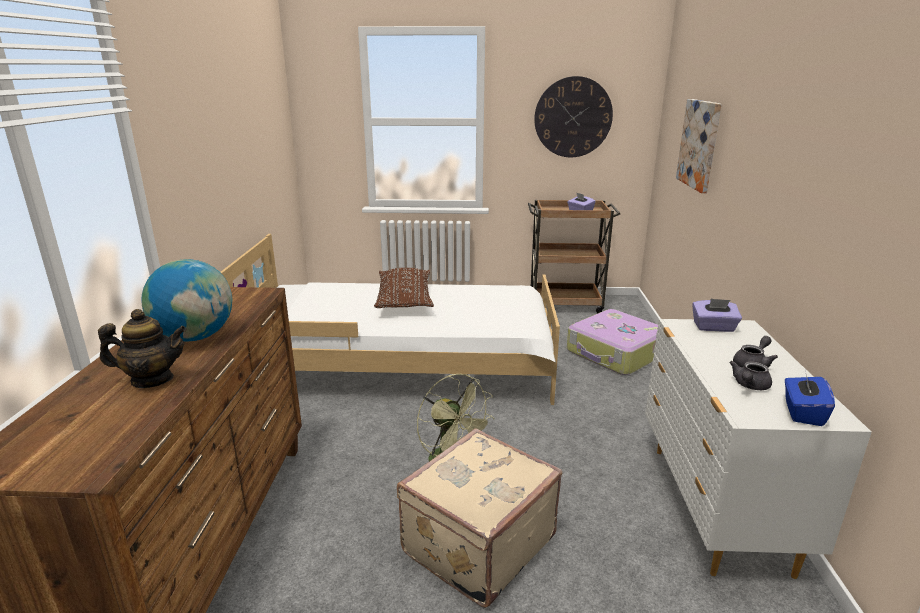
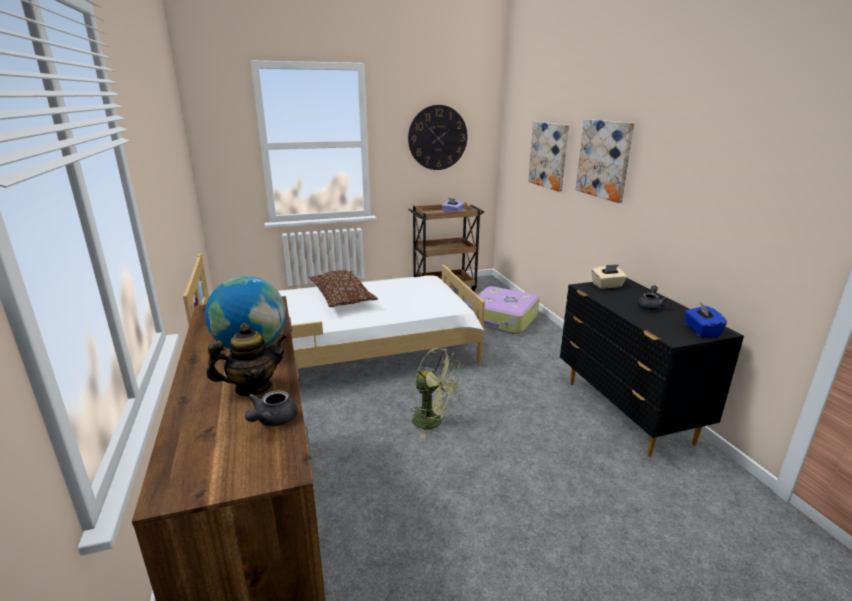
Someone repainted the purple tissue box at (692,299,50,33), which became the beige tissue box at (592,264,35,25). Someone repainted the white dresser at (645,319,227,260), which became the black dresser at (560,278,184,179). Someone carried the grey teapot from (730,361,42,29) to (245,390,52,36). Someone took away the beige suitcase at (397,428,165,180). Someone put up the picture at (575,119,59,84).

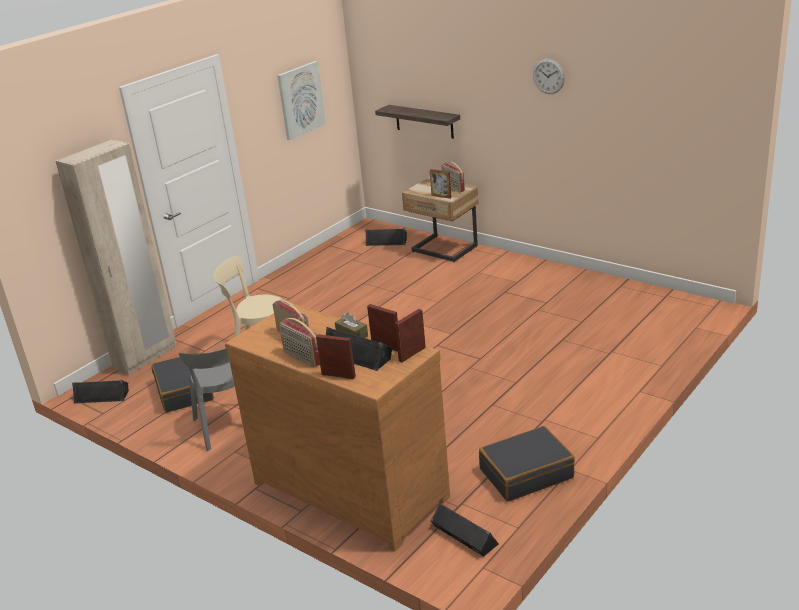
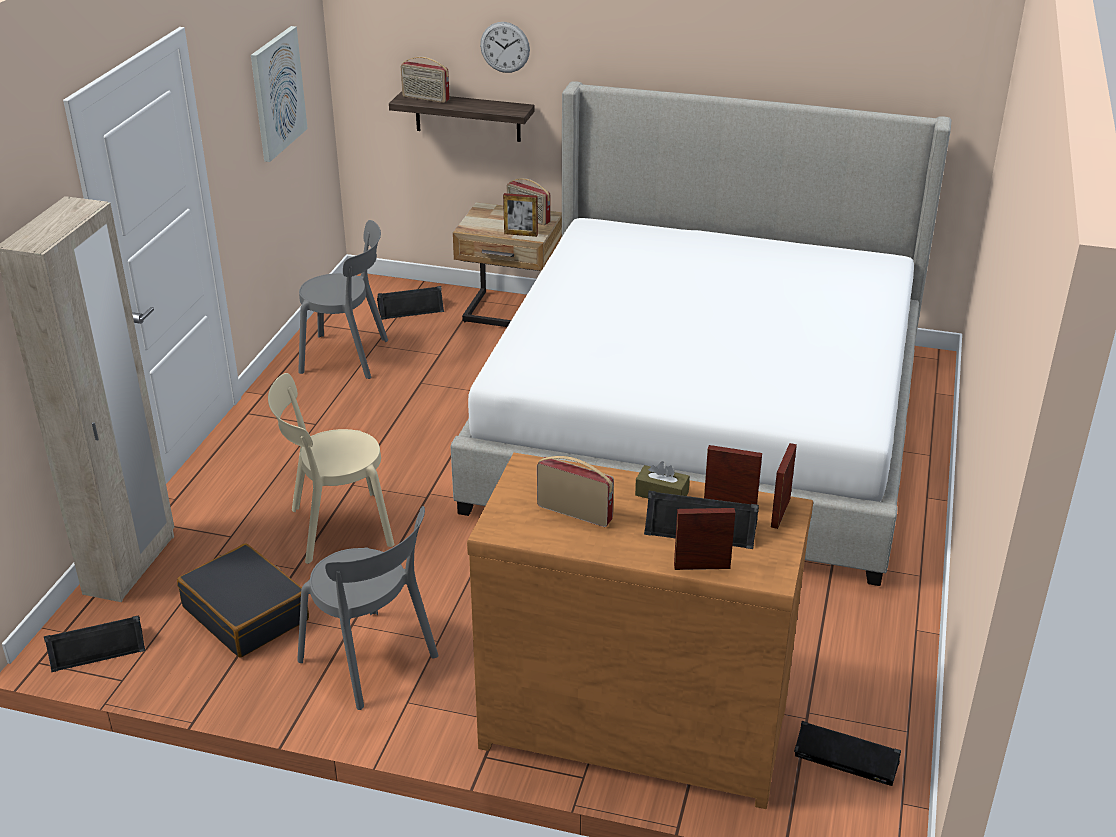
Someone carried the wall clock from (533,59,32,35) to (480,22,50,51). Someone carried the radio from (279,318,41,49) to (400,57,50,46). Someone took away the black suitcase at (479,426,96,76). Someone put down the bed at (451,81,500,505). Someone put down the grey chair at (298,220,90,159).

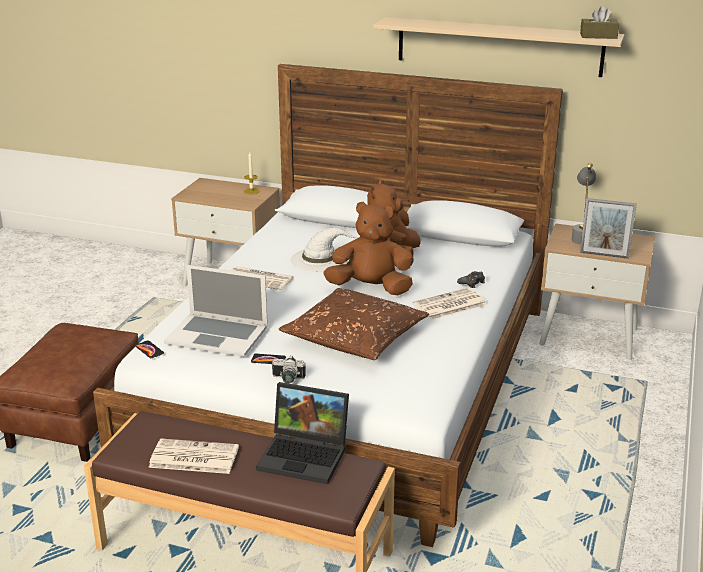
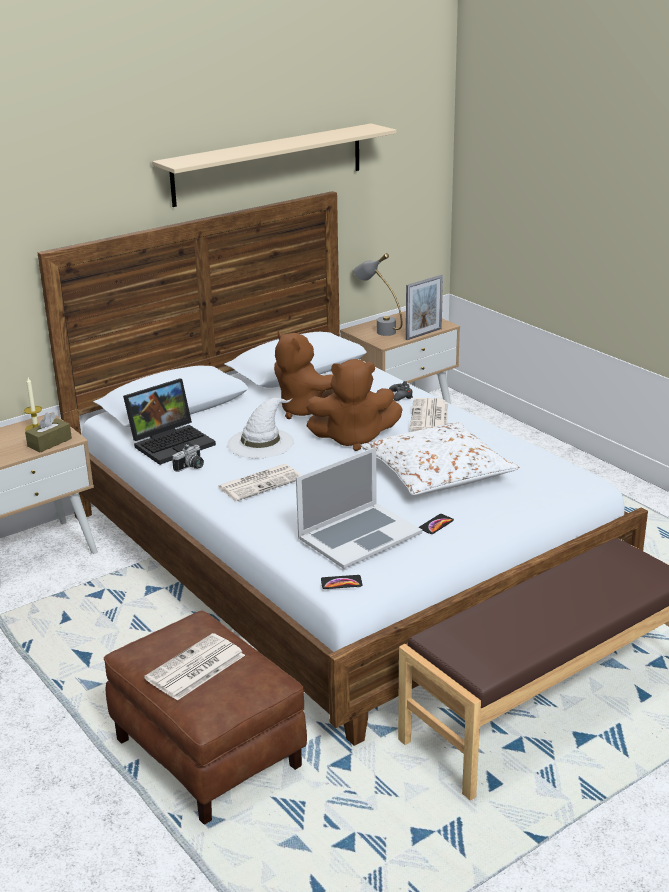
Someone carried the brown tissue box from (580,6,39,33) to (25,413,47,40). Someone rotated the brown plush toy at (323,202,91,93) by 135 degrees counterclockwise. Someone repainted the brown pillow at (279,288,150,72), which became the white pillow at (361,422,158,73). Someone carried the photo camera from (272,355,34,29) to (172,444,32,28). Someone carried the laptop from (256,382,93,102) to (123,378,93,87). Someone carried the newspaper from (149,438,90,36) to (144,633,101,67).

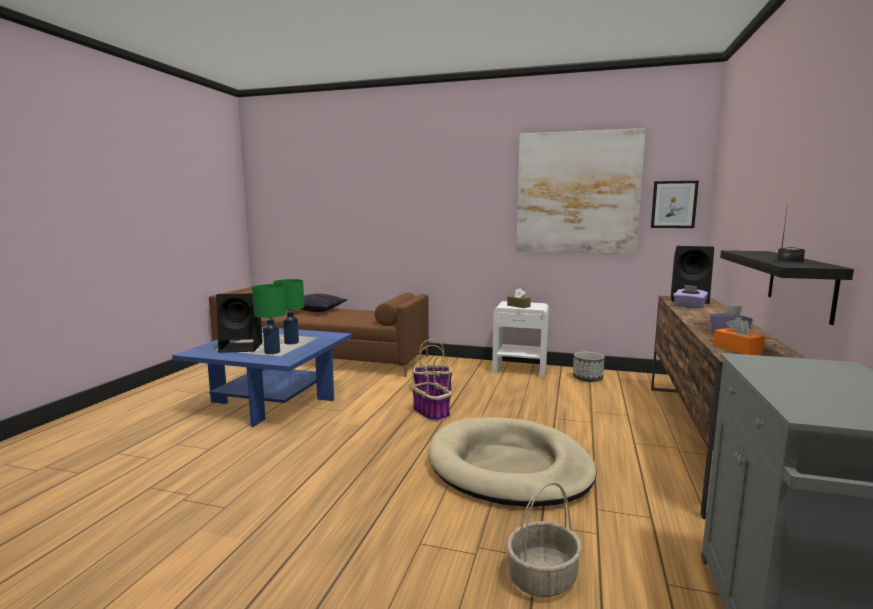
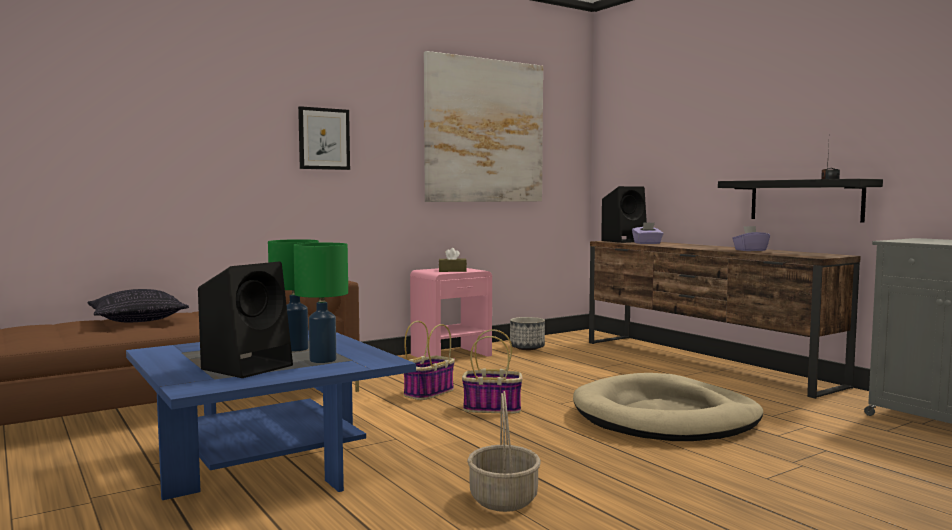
Someone carried the picture from (651,181,48,47) to (298,106,52,64). Someone repainted the white nightstand at (492,301,57,76), which became the pink nightstand at (410,268,82,89). Someone took away the orange tissue box at (713,317,52,38). Someone carried the basket from (507,482,75,115) to (467,391,74,121).

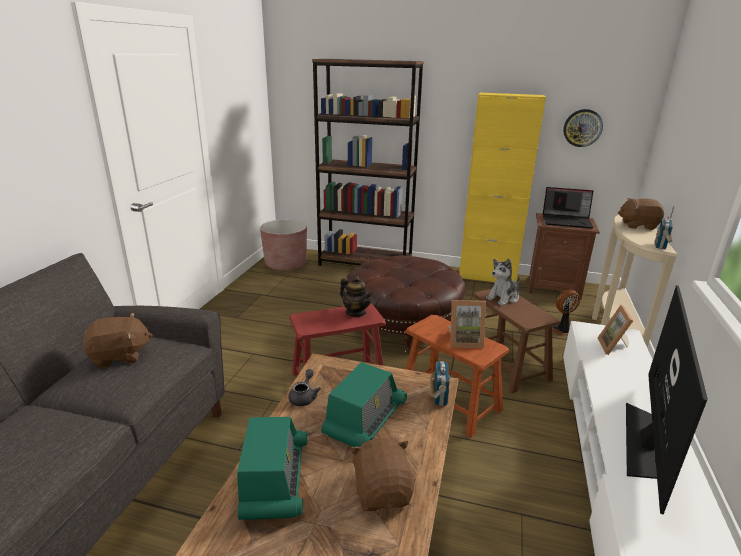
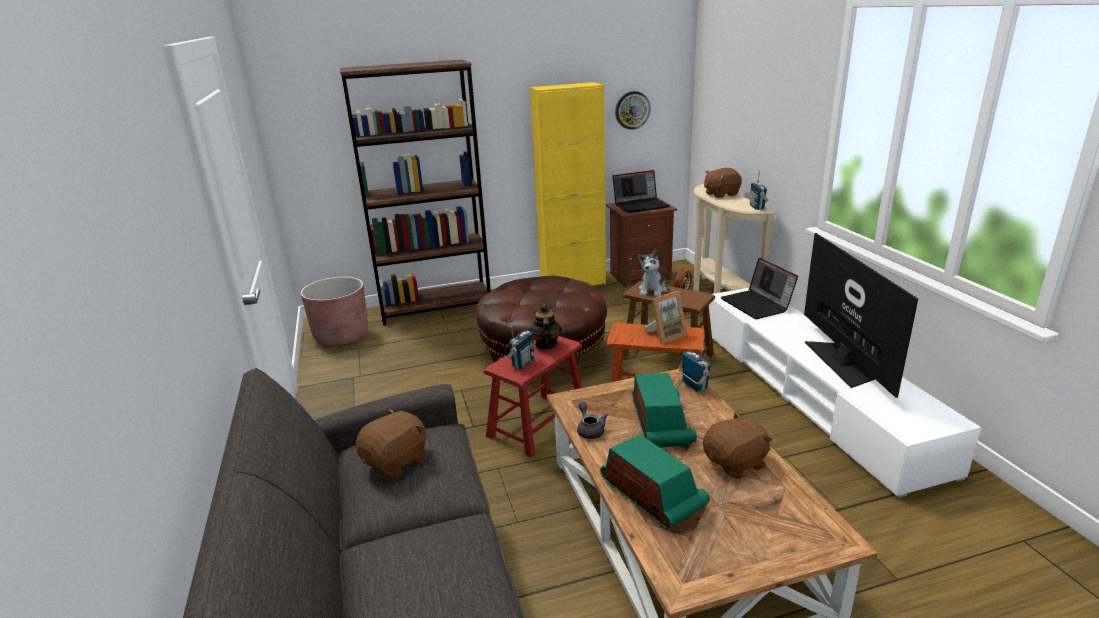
Someone rotated the teapot at (340,276,33,41) by 105 degrees counterclockwise. Someone swapped the picture frame at (598,305,35,50) for the laptop at (720,258,78,61). Someone rotated the brown plush toy at (350,438,64,73) by 105 degrees clockwise. Someone put down the radio at (507,326,28,43).

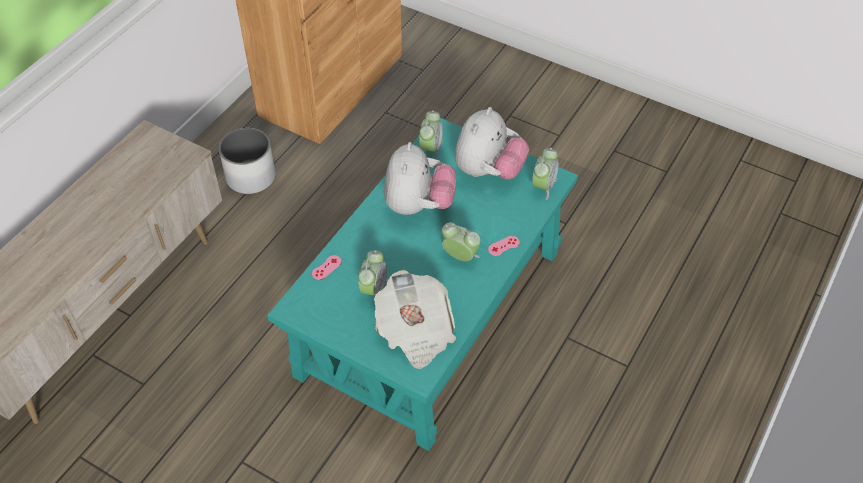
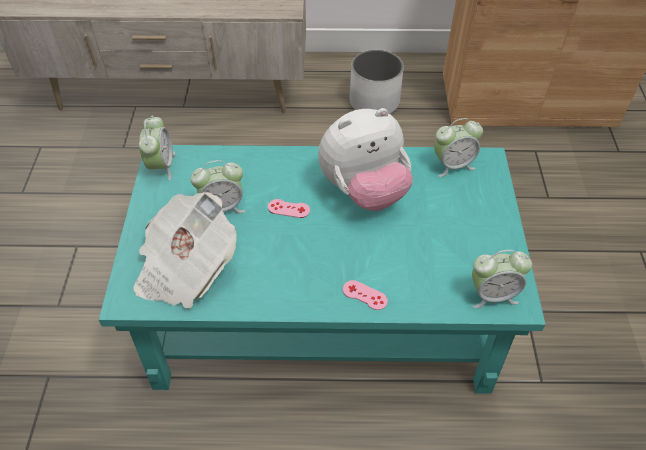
Someone took away the plush toy at (454,107,75,73). Someone carried the alarm clock from (442,222,38,39) to (139,116,37,64). Someone carried the pink game controller from (312,255,30,25) to (268,199,42,19).

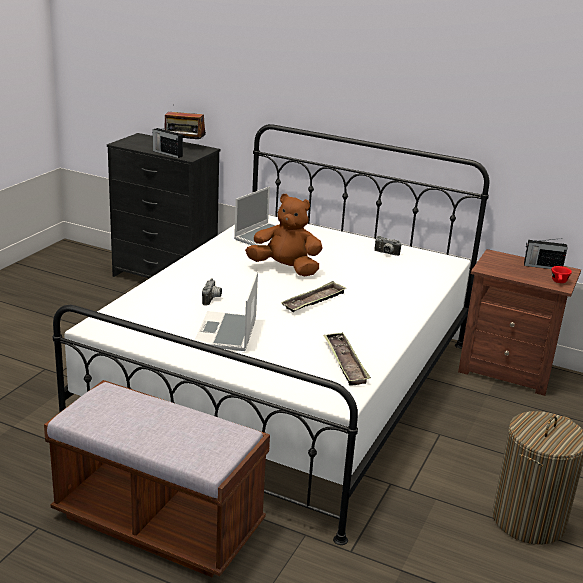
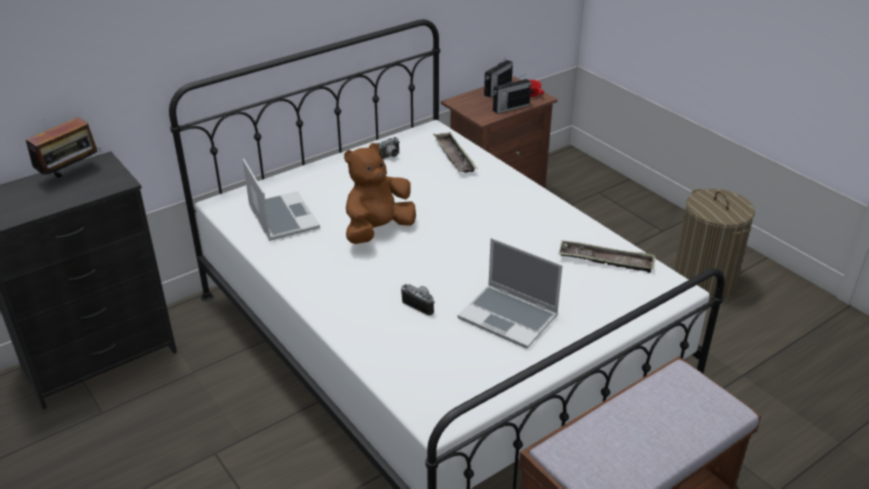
Someone carried the radio from (153,128,30,30) to (493,75,38,39). Someone carried the tray from (281,281,65,31) to (433,132,45,41).

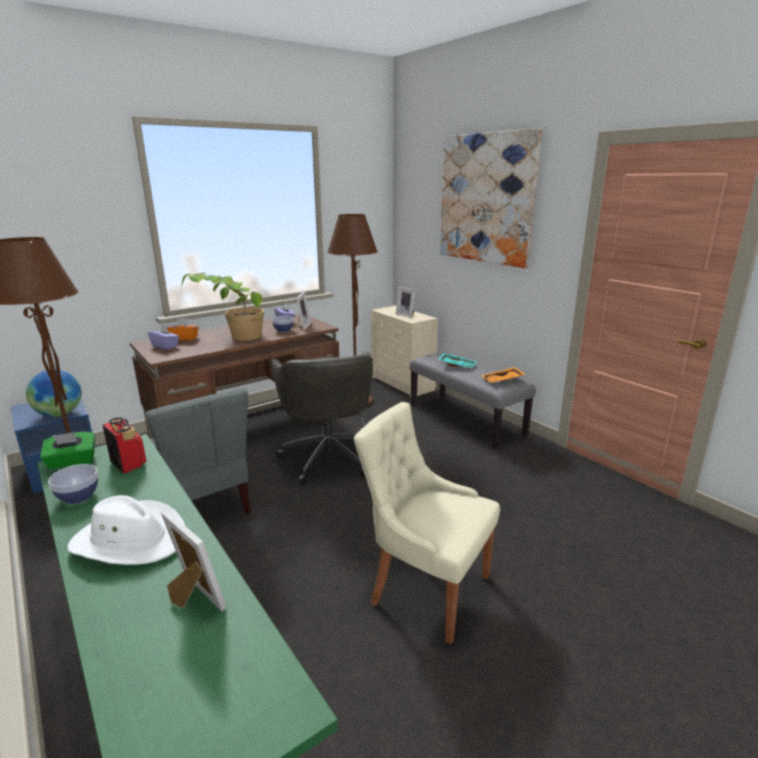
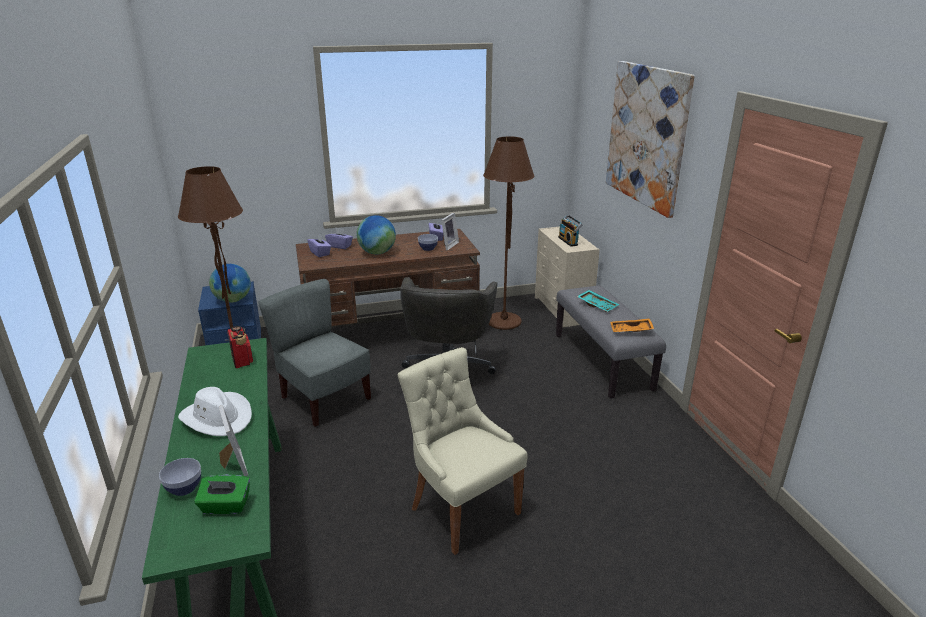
Someone swapped the potted plant at (181,272,83,69) for the globe at (357,215,39,40). Someone swapped the picture frame at (396,287,19,31) for the radio at (558,215,25,32). Someone repainted the orange tissue box at (167,318,32,22), which became the purple tissue box at (325,228,28,21). Someone rotated the grey chair at (146,388,105,126) by 150 degrees clockwise. Someone carried the green tissue box from (40,432,55,39) to (194,474,56,40). Someone carried the bowl from (48,464,50,40) to (159,458,42,38).

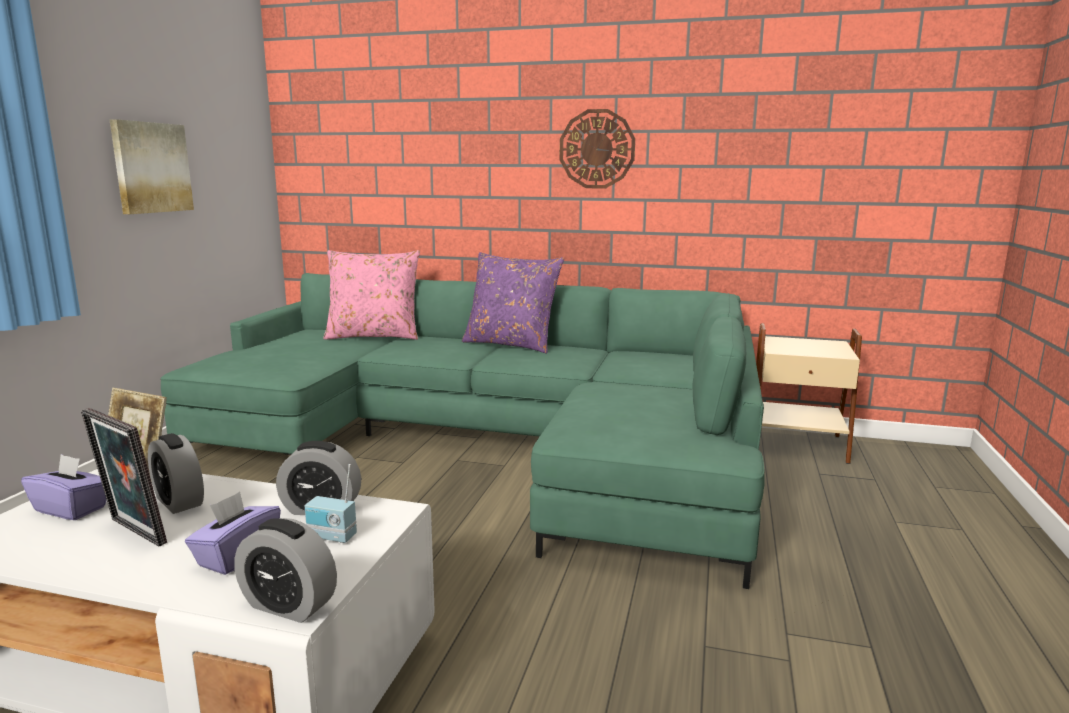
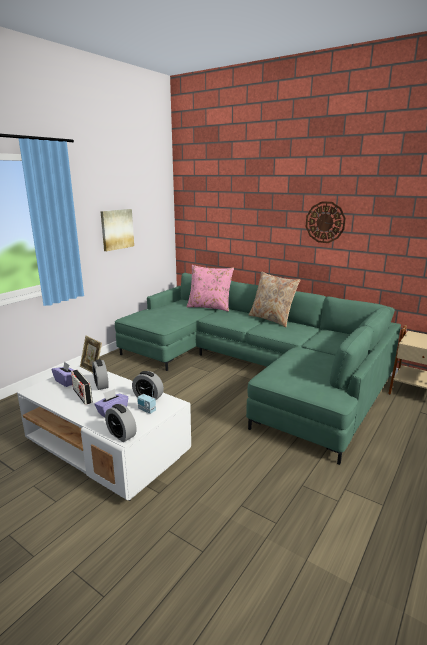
Someone repainted the purple pillow at (462,252,102,101), which became the beige pillow at (249,271,51,56). Someone swapped the picture frame at (81,408,86,139) for the radio at (71,370,22,35).

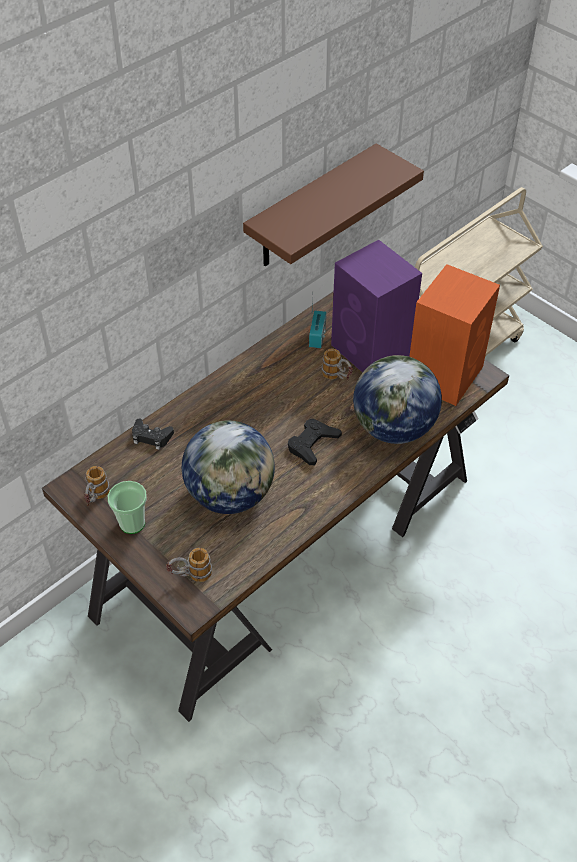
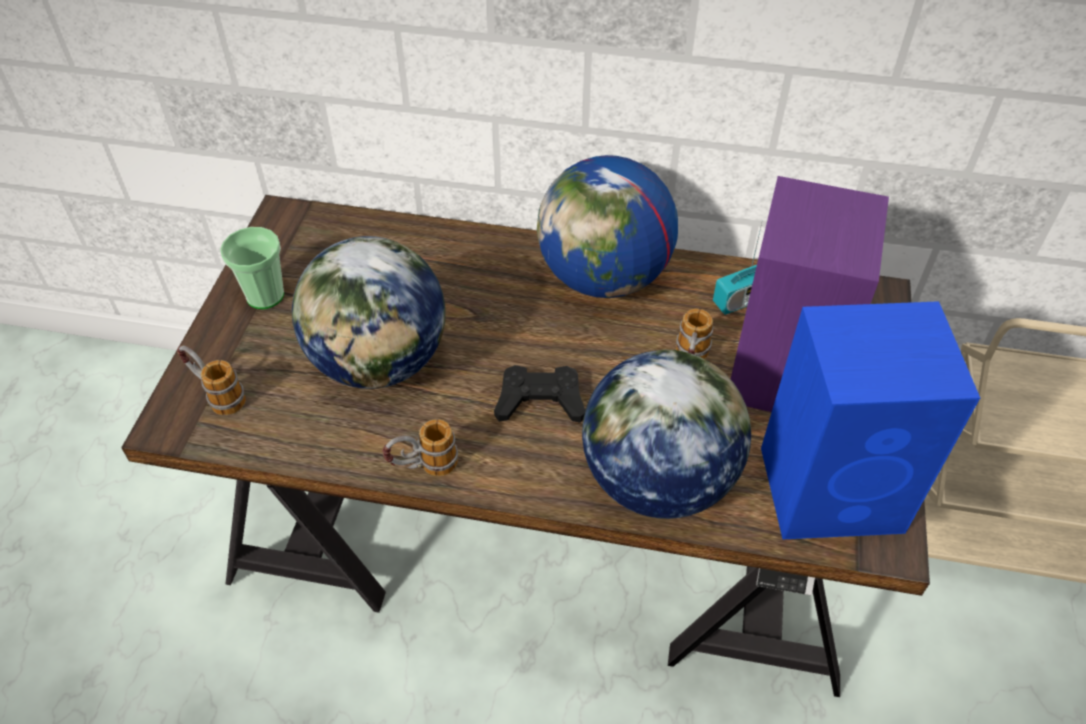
Someone took away the brown shelf at (243,143,181,123). Someone repainted the orange speaker at (409,264,91,142), which became the blue speaker at (761,301,219,238). Someone took away the black game controller at (132,419,42,31). Someone carried the mug from (84,466,26,40) to (382,419,76,57). Someone put down the globe at (537,155,141,143).

